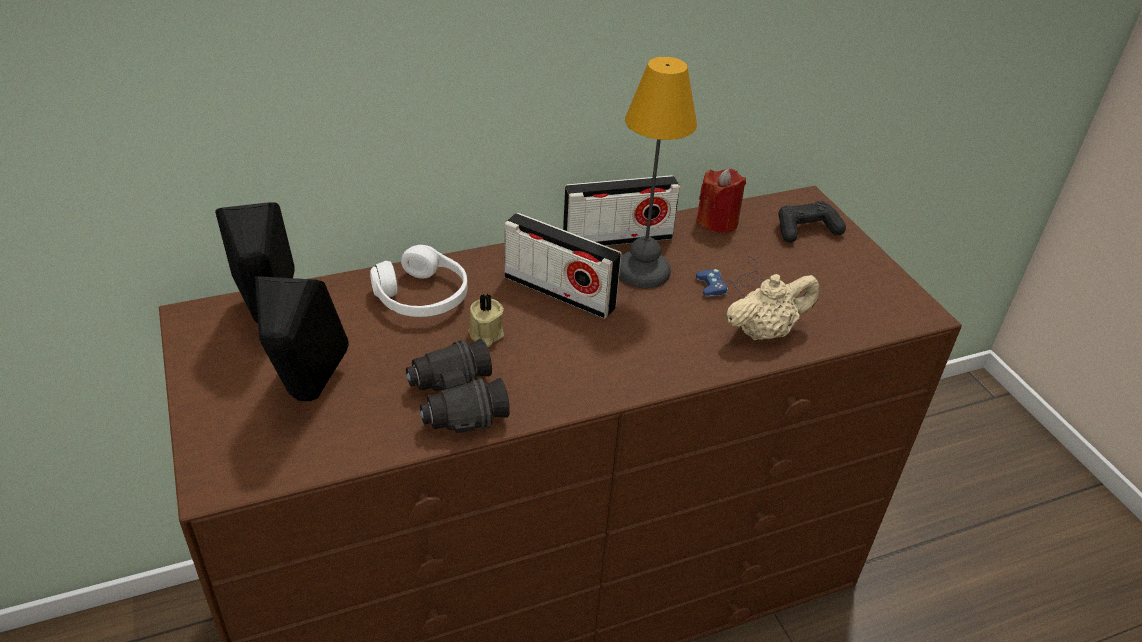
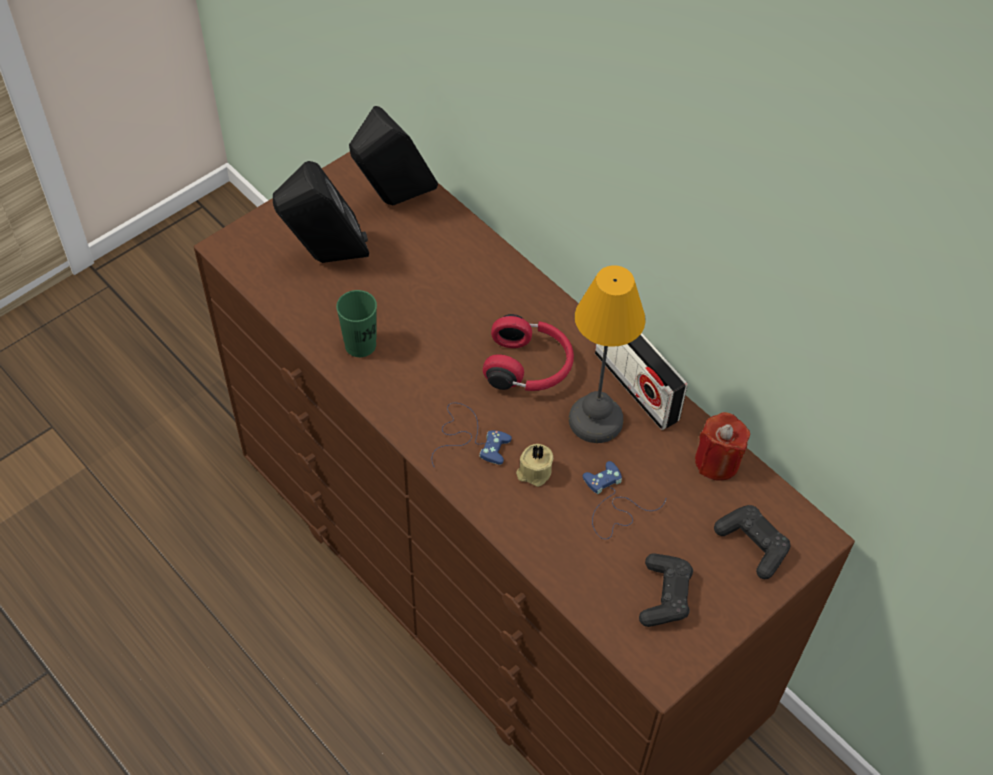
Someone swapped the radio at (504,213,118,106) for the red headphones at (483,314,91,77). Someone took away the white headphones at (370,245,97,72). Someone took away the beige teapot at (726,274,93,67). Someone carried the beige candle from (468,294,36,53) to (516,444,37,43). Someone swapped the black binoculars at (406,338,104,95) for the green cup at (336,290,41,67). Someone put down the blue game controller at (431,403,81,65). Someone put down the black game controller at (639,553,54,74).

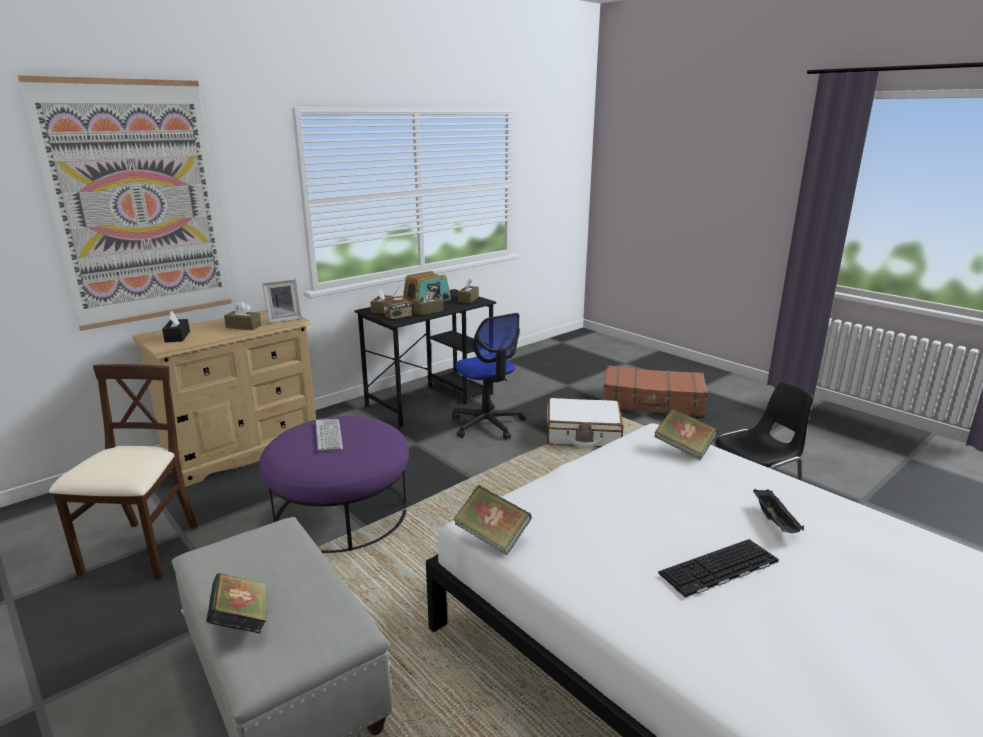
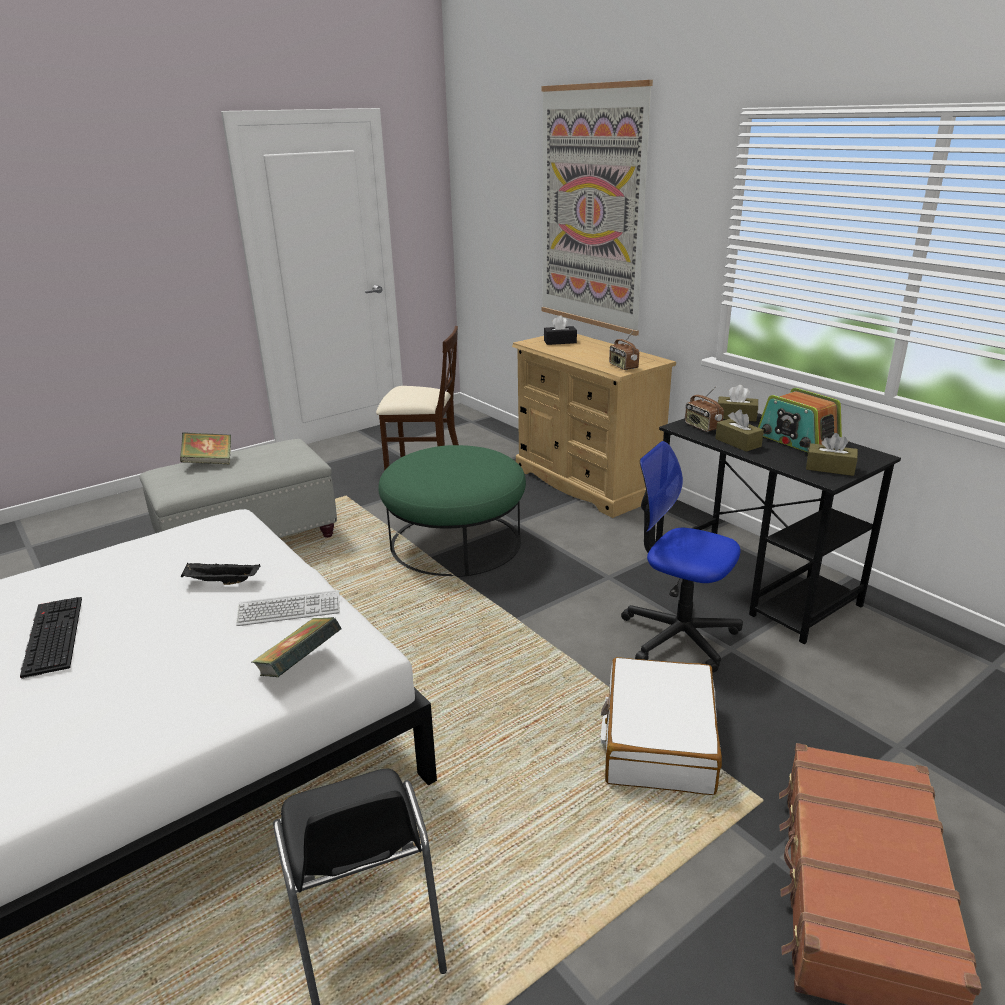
Someone swapped the picture frame at (262,279,40,44) for the radio at (609,331,30,39). Someone took away the brown tissue box at (224,301,37,29). Someone rotated the office chair at (452,313,74,126) by 60 degrees clockwise. Someone repainted the purple ottoman at (259,416,150,137), which became the green ottoman at (378,445,148,132). Someone carried the keyboard from (316,419,27,32) to (236,590,104,36). Someone took away the book at (453,485,79,70). Someone carried the black tray from (753,489,51,44) to (181,563,79,22).

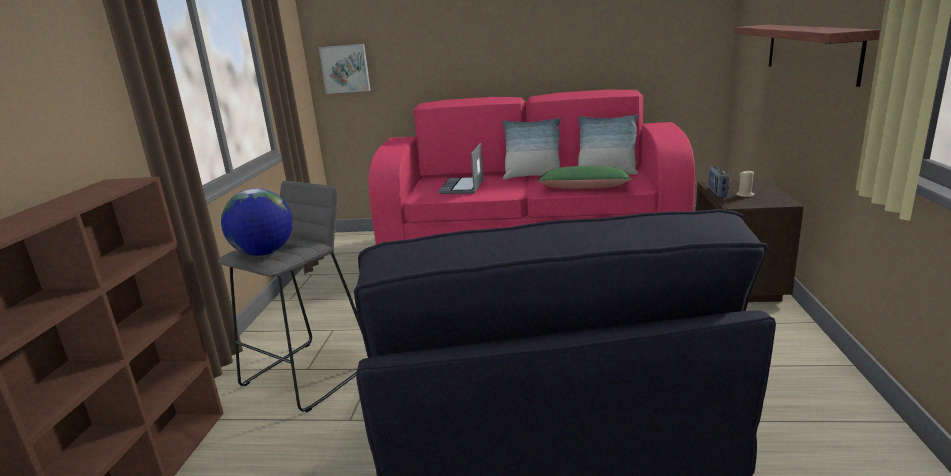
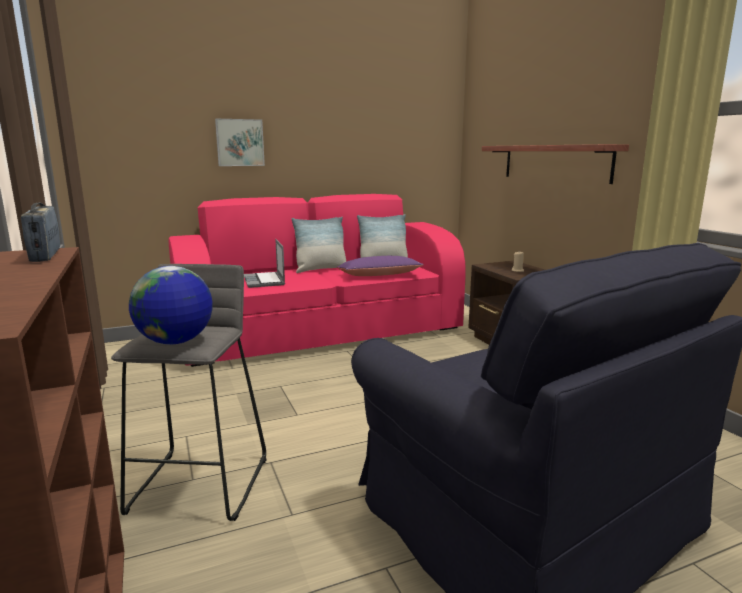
Someone carried the picture from (319,44,51,50) to (215,119,50,47). Someone repainted the green pillow at (537,166,95,23), which became the purple pillow at (337,256,87,20). Someone carried the radio from (708,166,21,31) to (21,203,39,59).

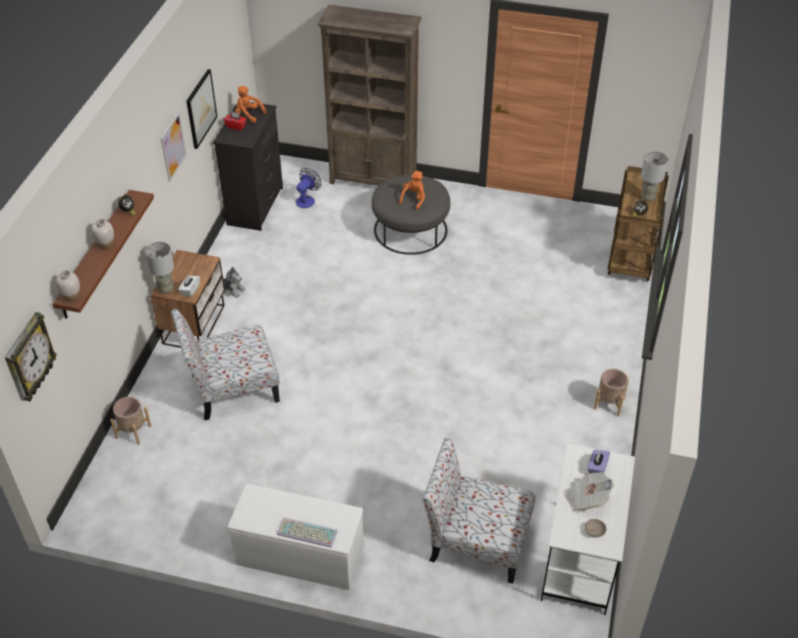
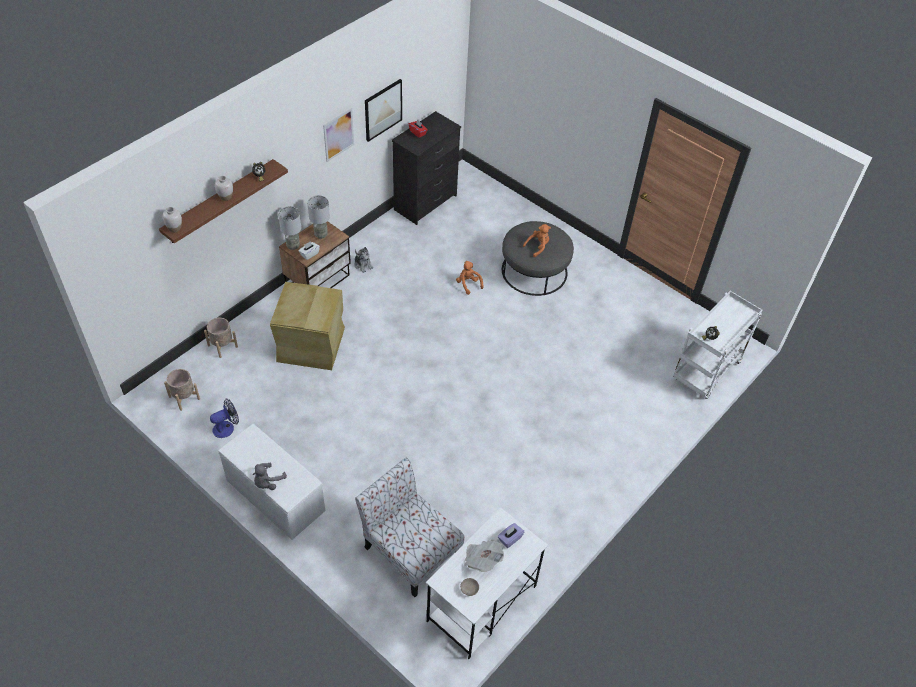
Someone took away the brown bookcase at (317,5,105,181). Someone carried the orange plush toy from (235,86,32,37) to (456,261,27,34). Someone carried the grey table lamp from (641,151,27,51) to (307,195,23,44). Someone repainted the brown cart at (608,166,61,115), which became the white cart at (673,291,90,108). Someone carried the fan from (296,168,25,40) to (210,399,29,39). Someone swapped the chair at (171,309,109,111) for the beige storage box at (270,282,75,88). Someone took away the wall clock at (5,312,52,89). Someone carried the beige planter from (594,369,35,47) to (164,369,36,42). Someone swapped the keyboard at (277,517,61,31) for the grey plush toy at (253,462,34,28).

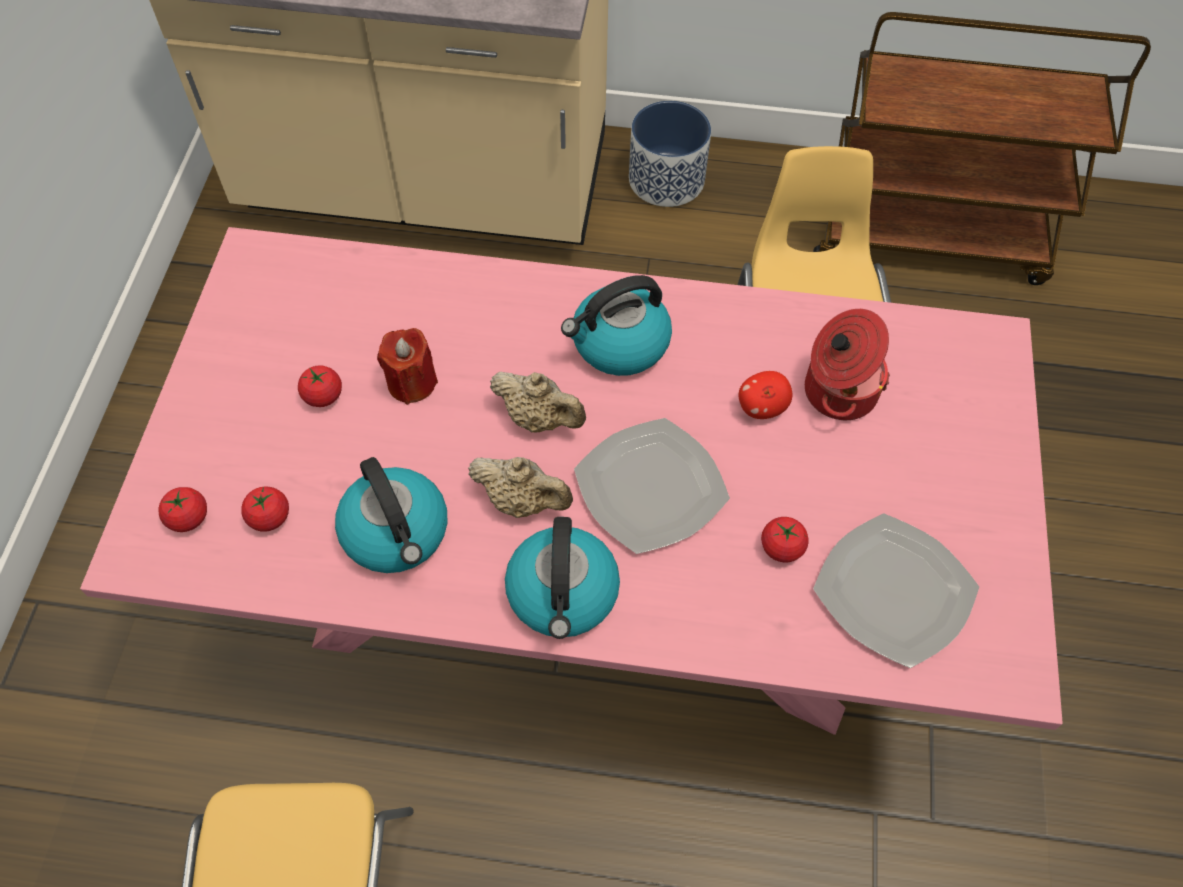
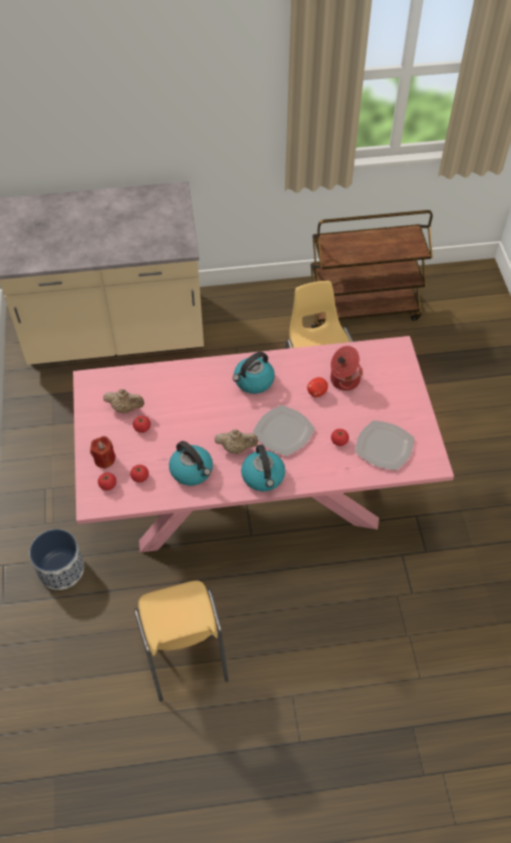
Someone carried the planter from (629,101,82,106) to (30,529,54,61). Someone carried the red candle from (377,328,61,77) to (90,436,26,33). Someone carried the beige teapot from (490,372,96,61) to (103,389,41,25).

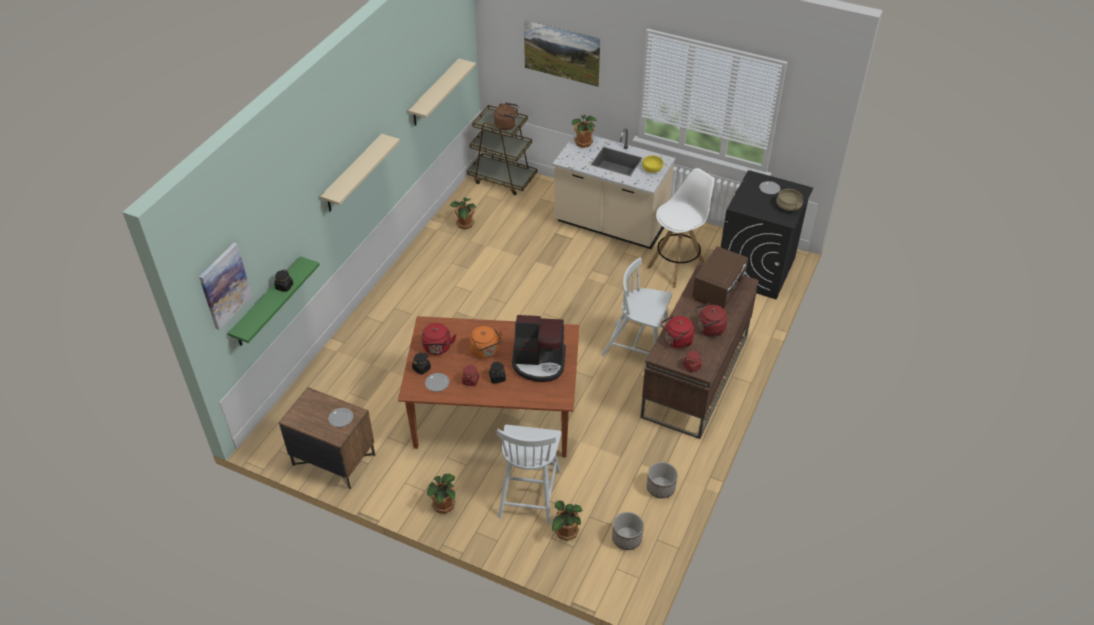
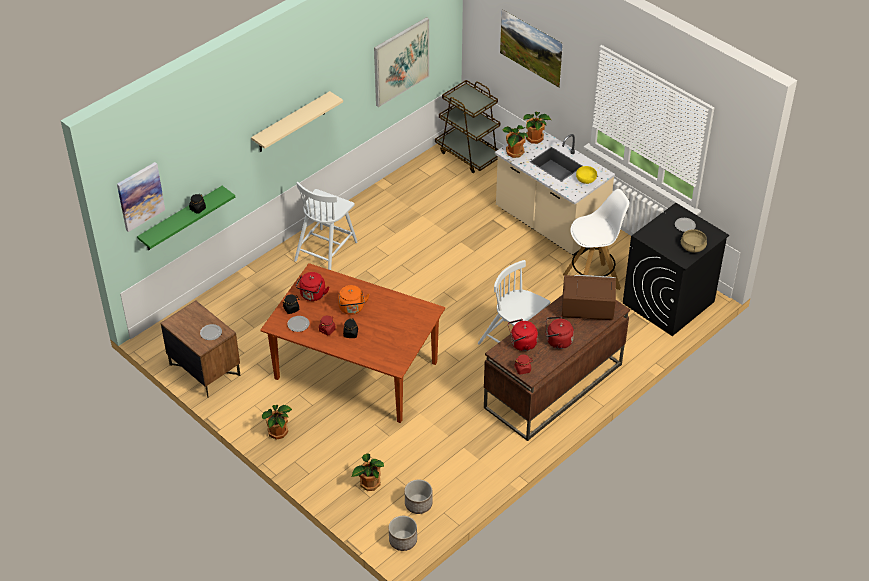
Someone swapped the beige shelf at (408,59,68,67) for the picture at (374,17,55,90). Someone took away the brown kettle at (494,103,24,27). Someone carried the potted plant from (450,198,26,32) to (502,125,26,33). Someone rotated the brown microwave at (692,246,56,63) by 135 degrees counterclockwise. Someone took away the coffee machine at (512,315,54,67). Someone carried the white chair from (497,425,65,100) to (294,182,64,88). Someone carried the planter from (647,462,30,36) to (389,516,28,35).

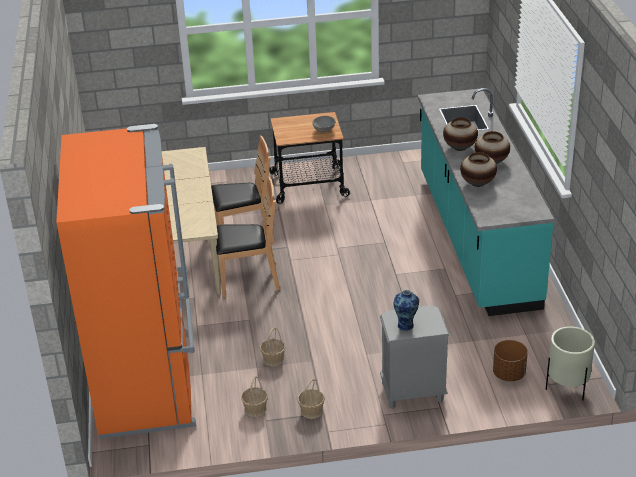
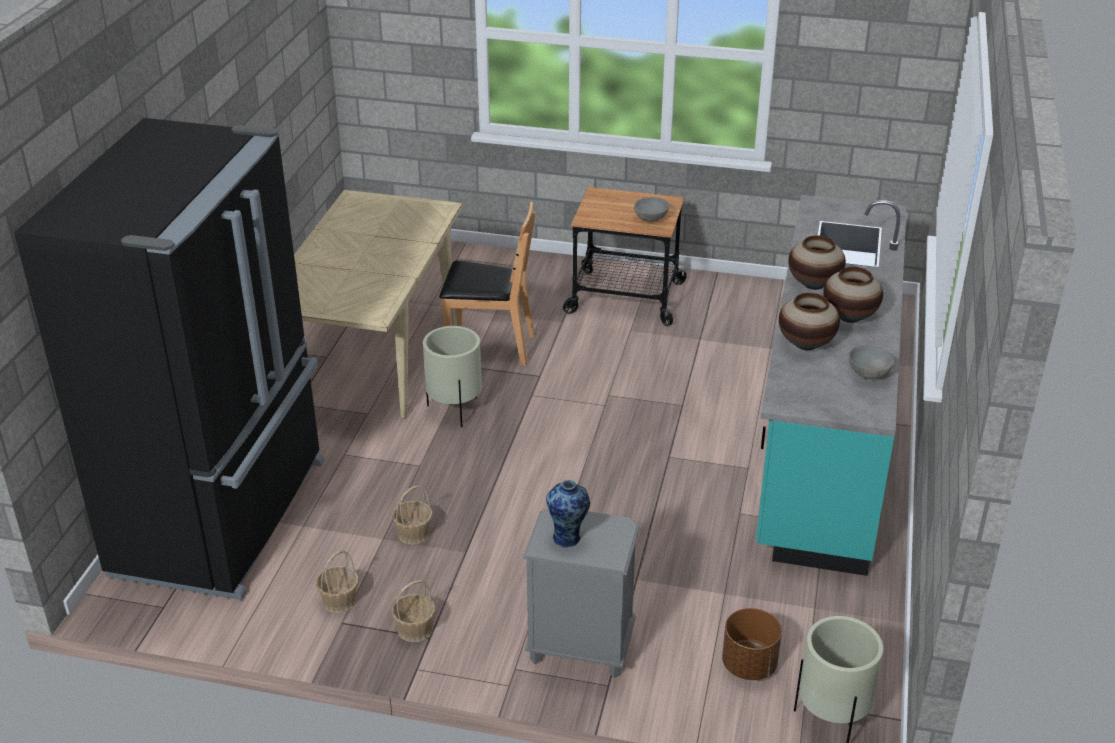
Someone repainted the orange fridge at (56,124,140,315), which became the black fridge at (14,118,311,482). Someone swapped the brown chair at (216,177,64,121) for the beige planter at (423,326,59,101). Someone put down the grey bowl at (849,345,45,34).

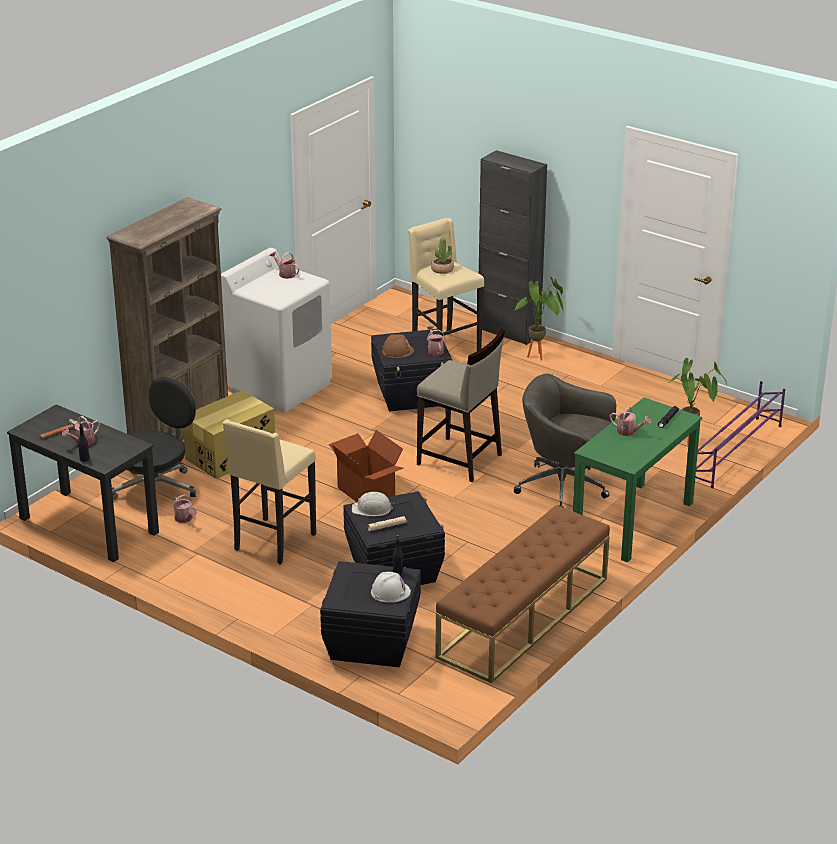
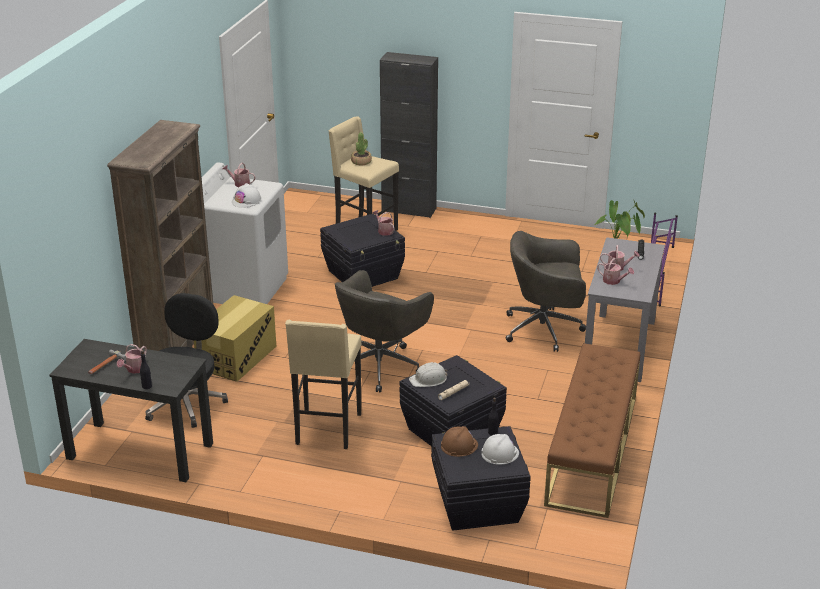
Someone took away the potted plant at (515,277,49,84). Someone took away the beige stool at (417,329,88,153). Someone carried the brown hard hat from (382,334,32,24) to (441,426,37,31). Someone repainted the green desk at (573,397,129,166), which became the grey desk at (585,237,80,145). Someone swapped the cardboard box at (329,430,74,72) for the grey office chair at (335,270,99,123). Someone carried the watering can from (173,494,24,29) to (597,258,37,27). Someone put down the white hard hat at (232,183,30,25).

